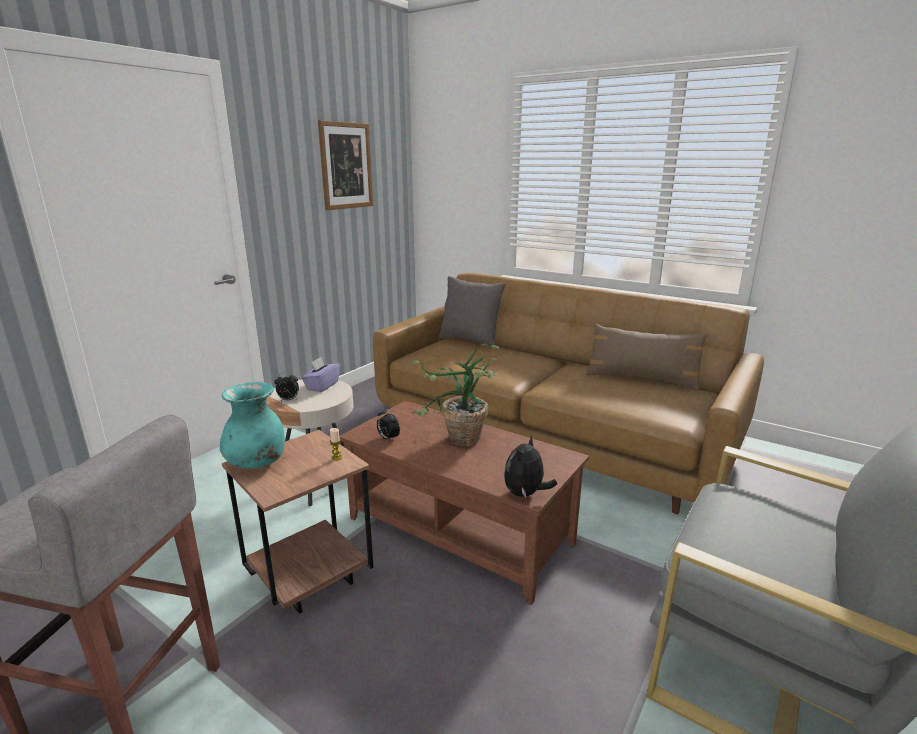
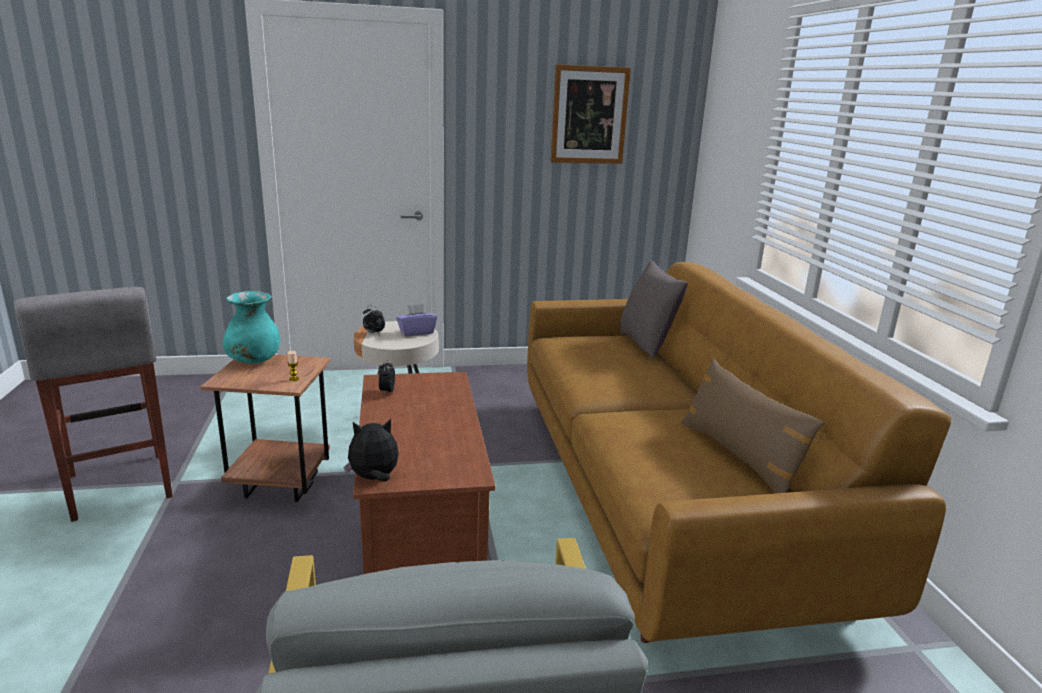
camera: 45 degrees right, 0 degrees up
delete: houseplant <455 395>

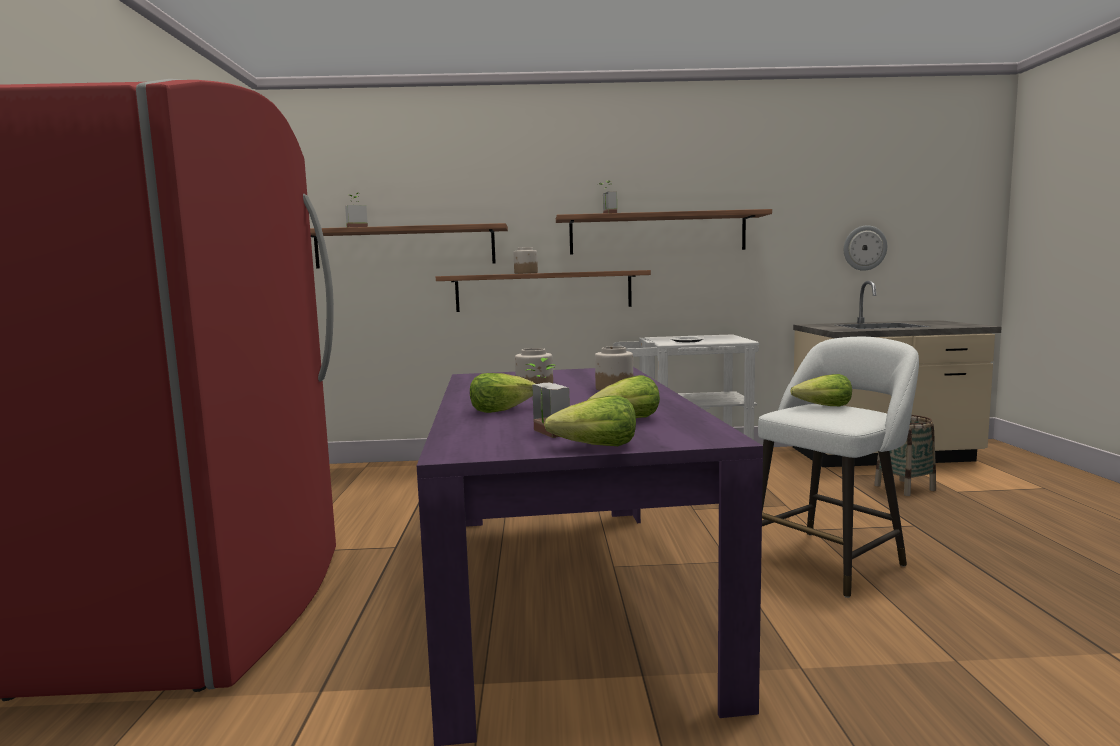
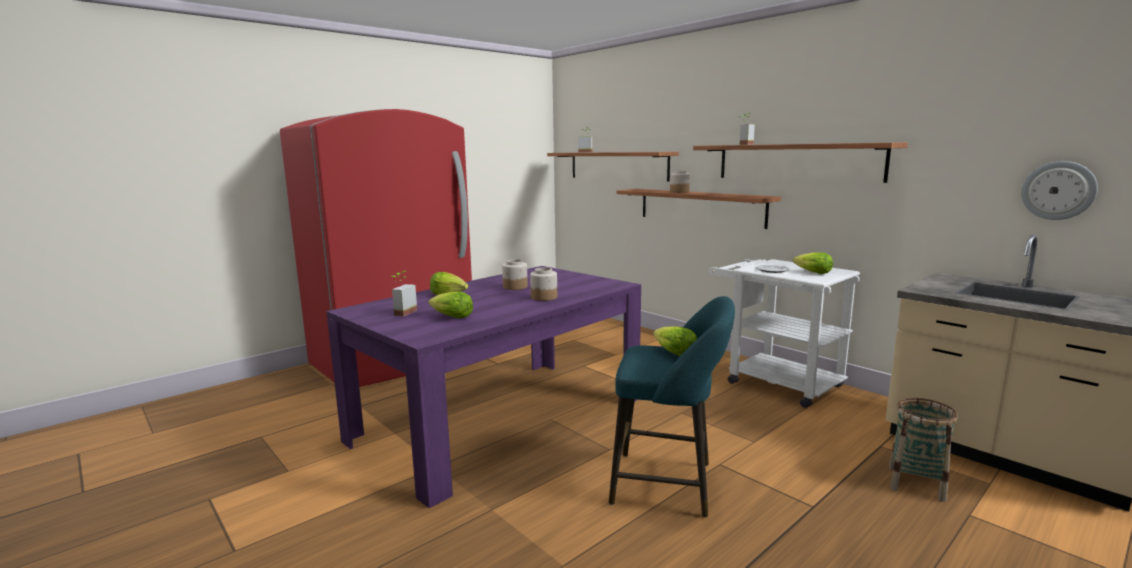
camera: 50 degrees right, 5 degrees up
move: lettuce <590 420> to <813 263>
recolor: whitish_sitting_stool <838 467> to turquoise_sitting_stool <672 407>

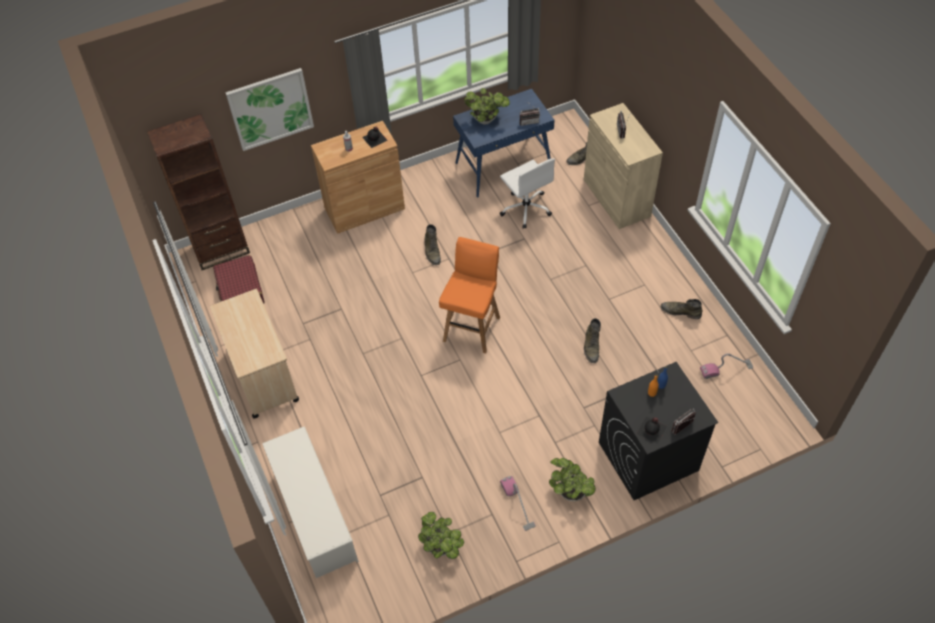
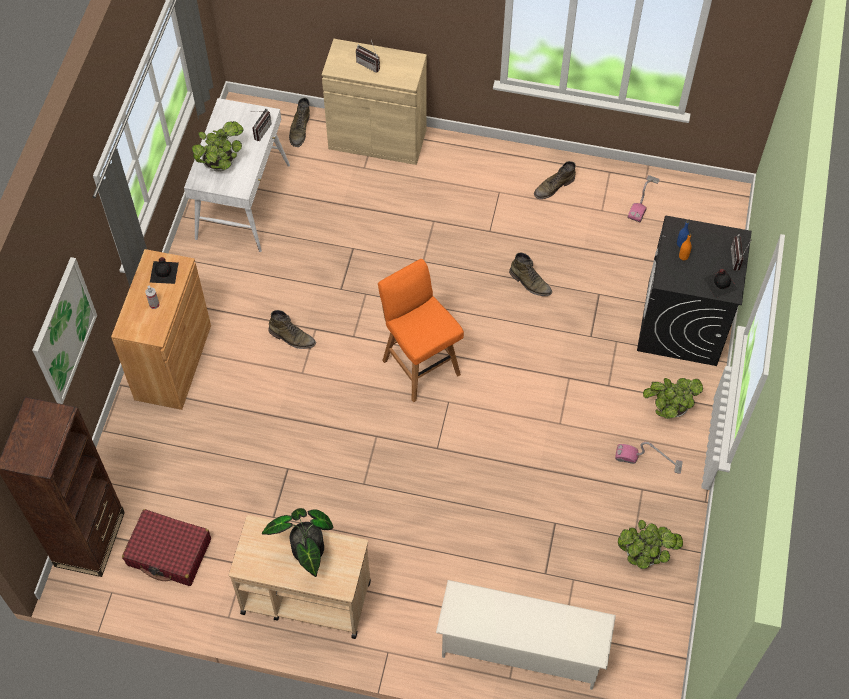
camera: 55 degrees left, 5 degrees up
delete: whitish_office_chair <527 193>
insert: houseplant <298 542>
recolor: blue-coloured_desk_table <504 143> to whitish_desk_table <237 175>

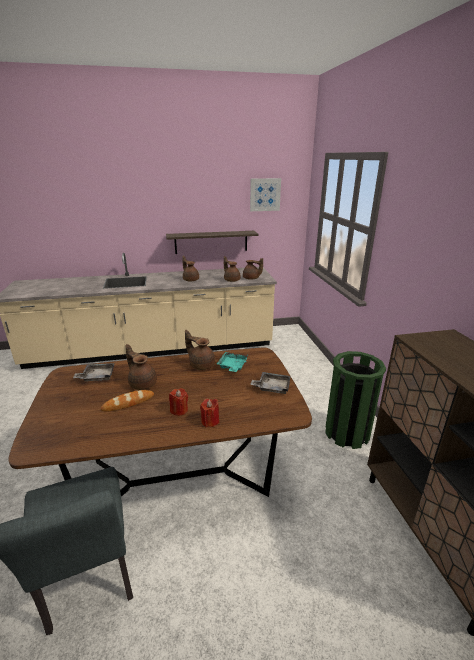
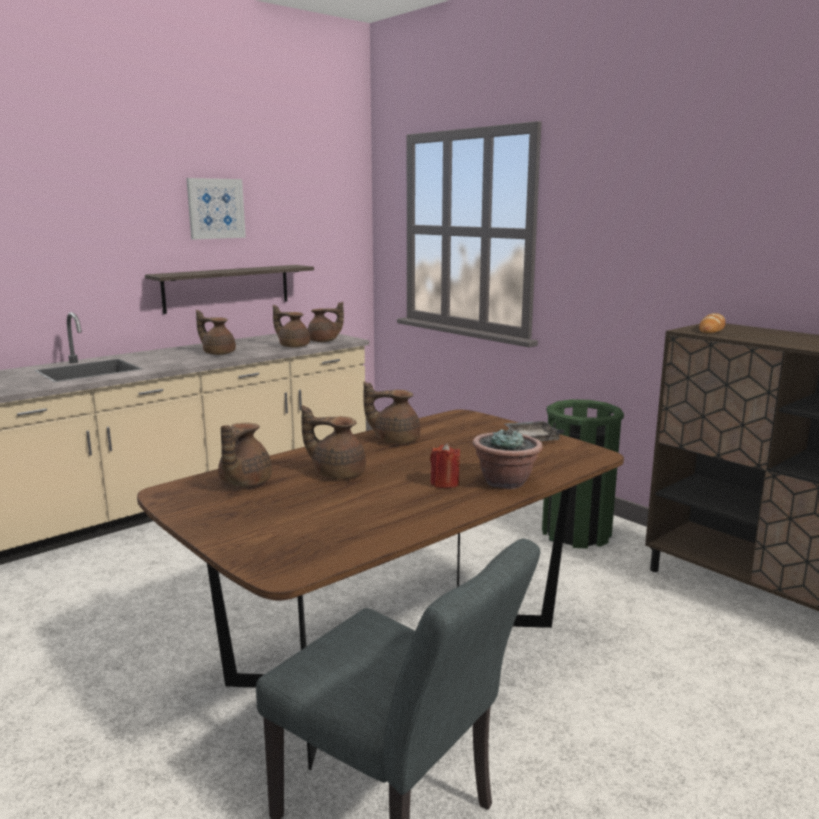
camera: 30 degrees left, 10 degrees down
delete: turquoise_serving_tray <232 362>
move: wall_picture <265 194> to <216 209>; bread <127 400> to <712 323>
replace: gray_serving_tray <94 372> to brownish_pot_for_tea <245 454>; reddish_wax_light <209 413> to houseplant <507 458>

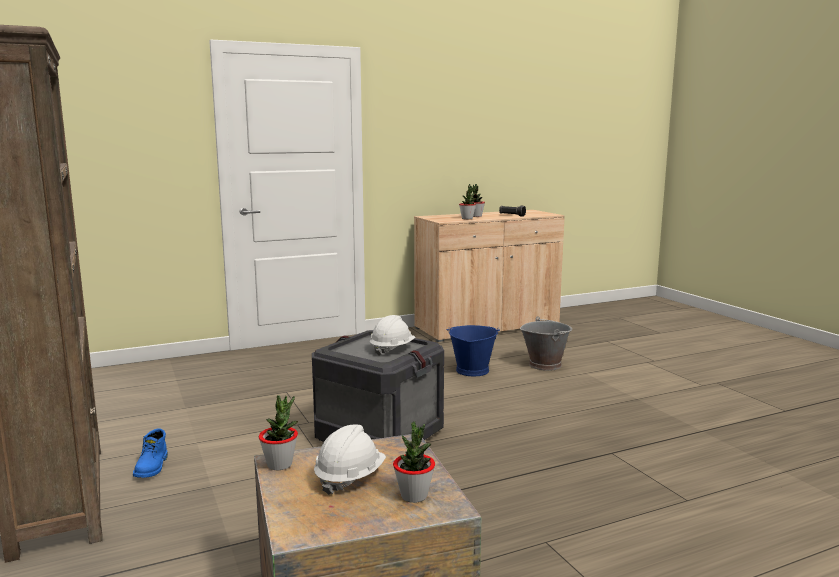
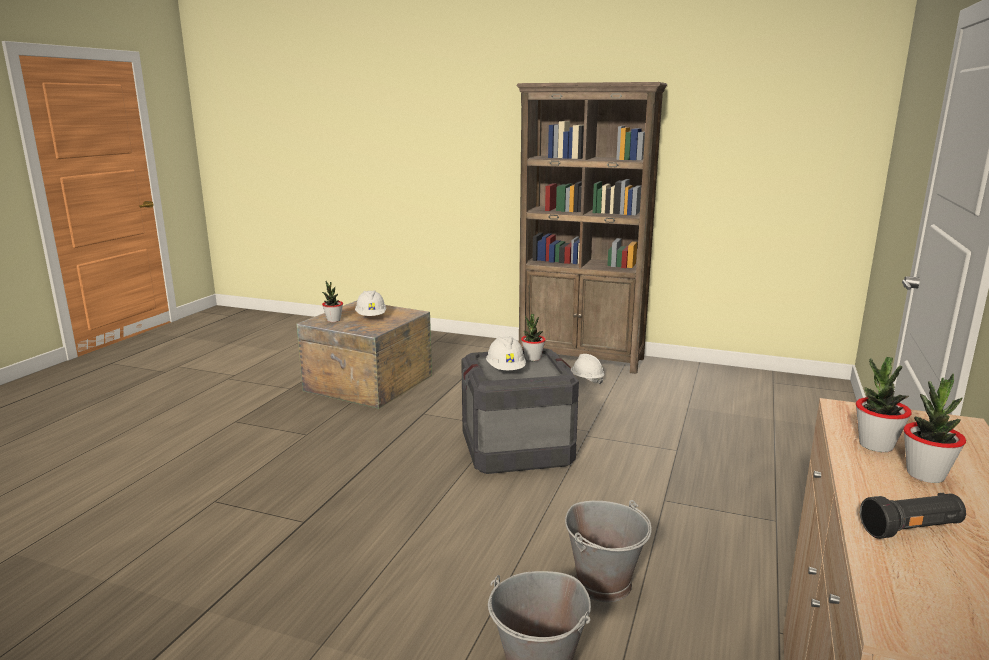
camera: 135 degrees right, 5 degrees up
move: houseplant <278 432> to <533 337>
replace: blue-coloured_boot <150 453> to whitish_safety_helmet <588 369>
recolor: blue-coloured_pail <473 350> to gray_pail <608 551>

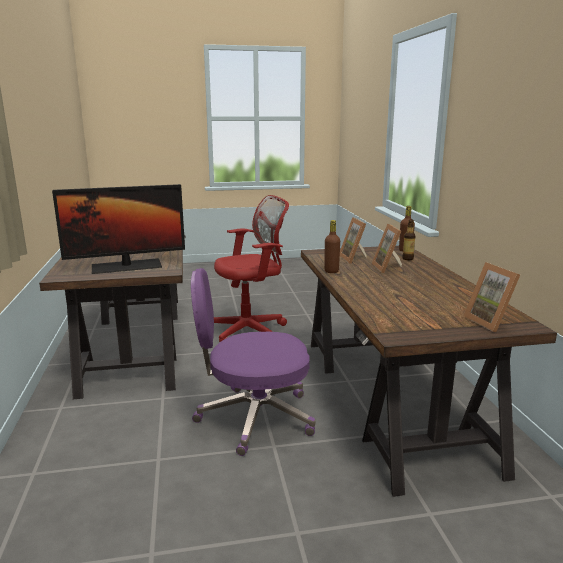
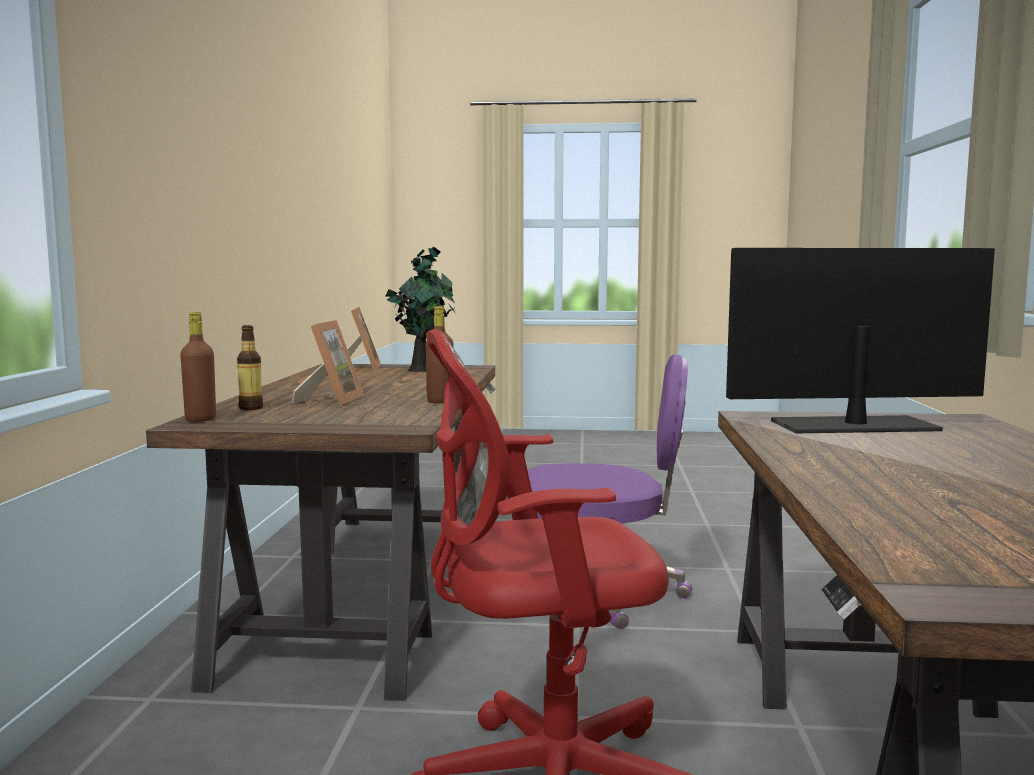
camera: 165 degrees left, 10 degrees down
delete: photo_frame <353 240>
insert: houseplant <420 309>

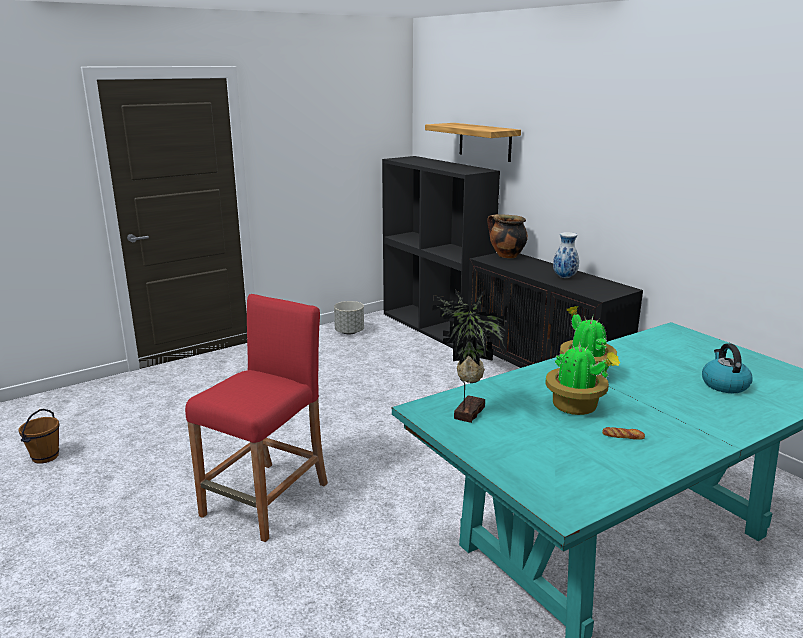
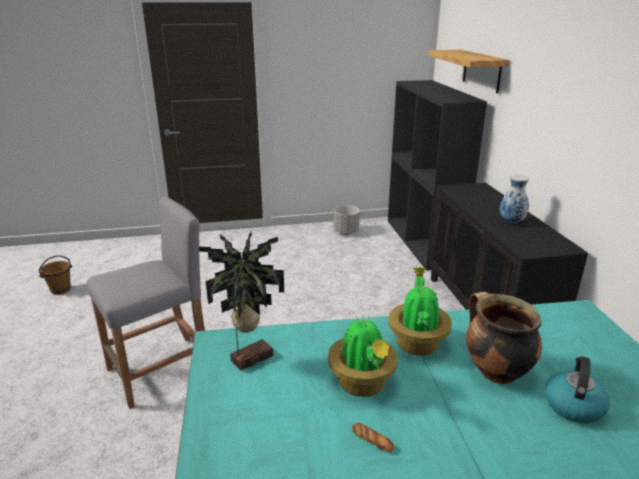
camera: 25 degrees right, 5 degrees up
move: stockpot <507 236> to <504 338>
recolor: reddish_sitting_stool <256 418> to gray_sitting_stool <145 302>

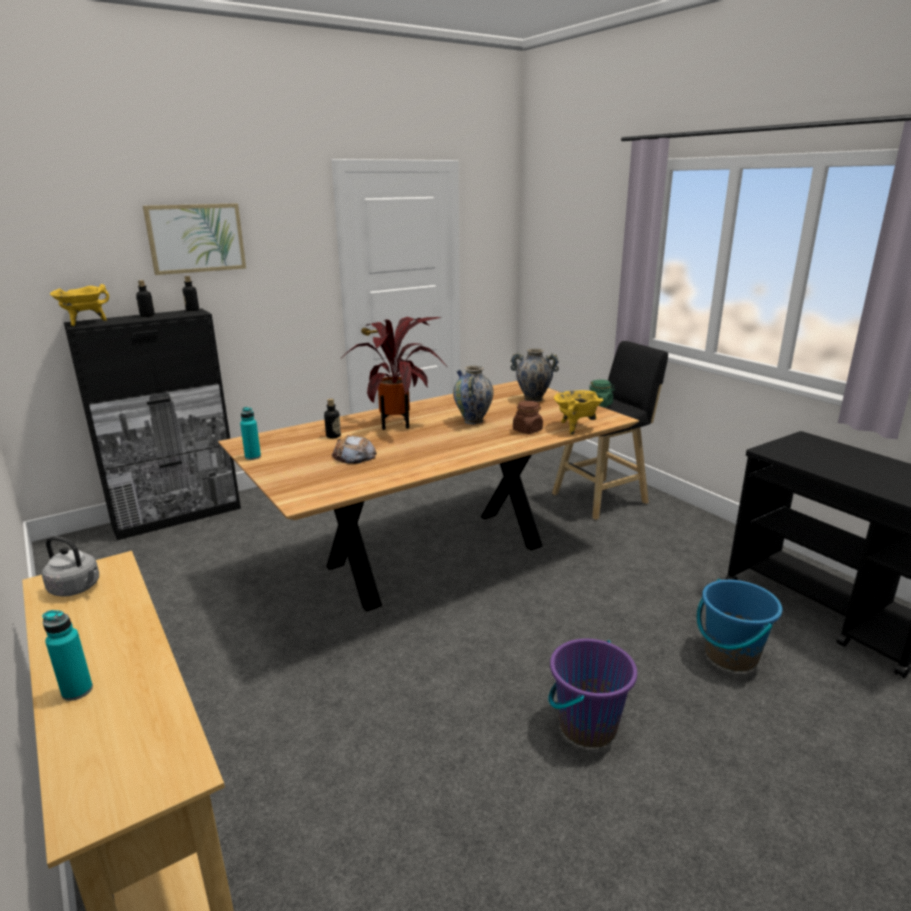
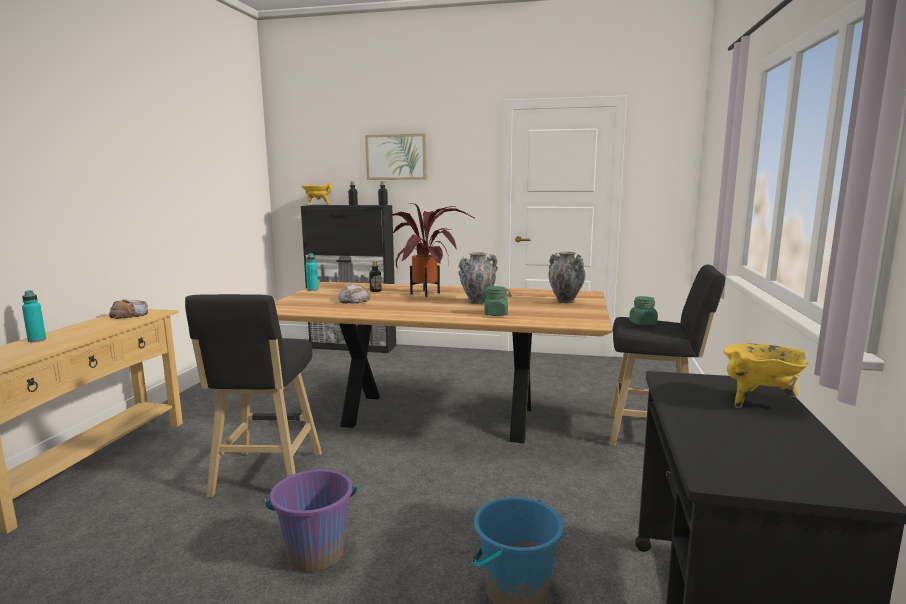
camera: 45 degrees right, 10 degrees down
insert: black_sitting_stool <253 396>
move: yellow-coloured_stockpot <578 412> to <766 375>
replace: gray_water_kettle <70 566> to bread <128 309>
recolor: brownish_jar <528 417> to greenish_jar <496 301>

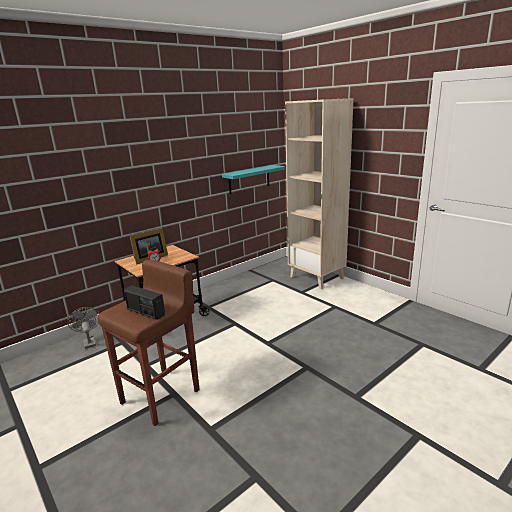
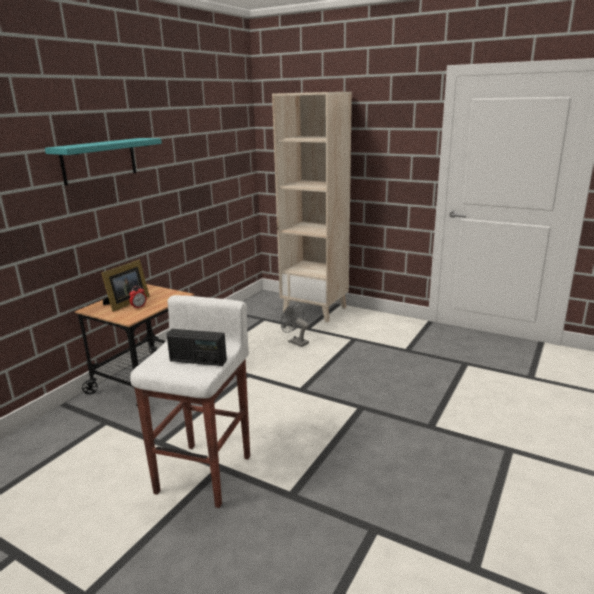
camera: 20 degrees left, 0 degrees up
move: turquoise_shelf <253 179> to <103 162>; gray_fan <84 328> to <295 325>
recolor: brownish_sitting_stool <149 343> to whitish_sitting_stool <190 401>

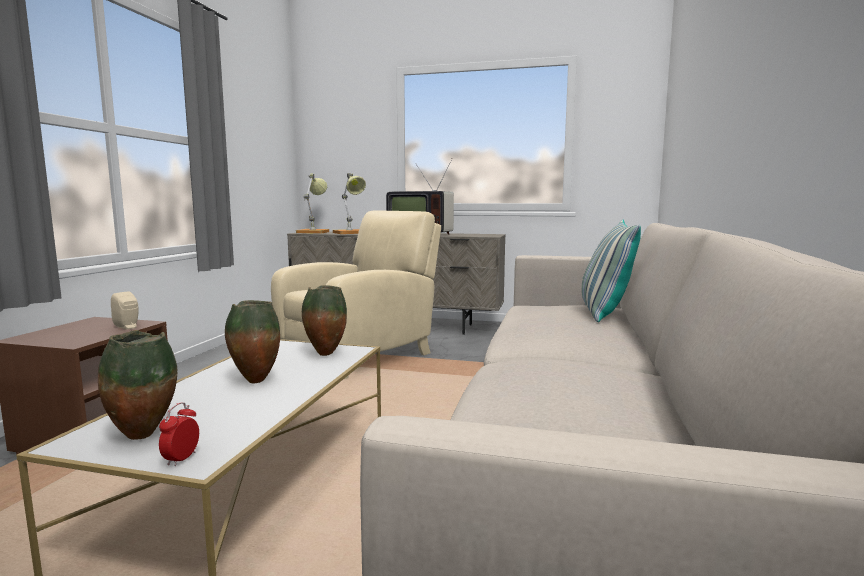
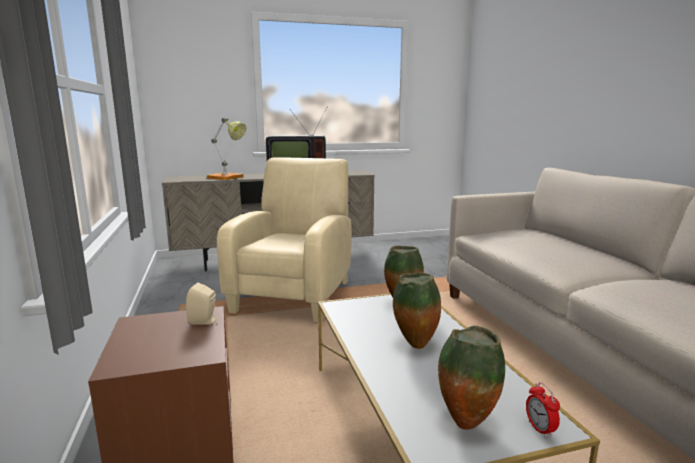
camera: 30 degrees left, 5 degrees up
delete: table_lamp <312 204>; throw_pillow <611 271>

